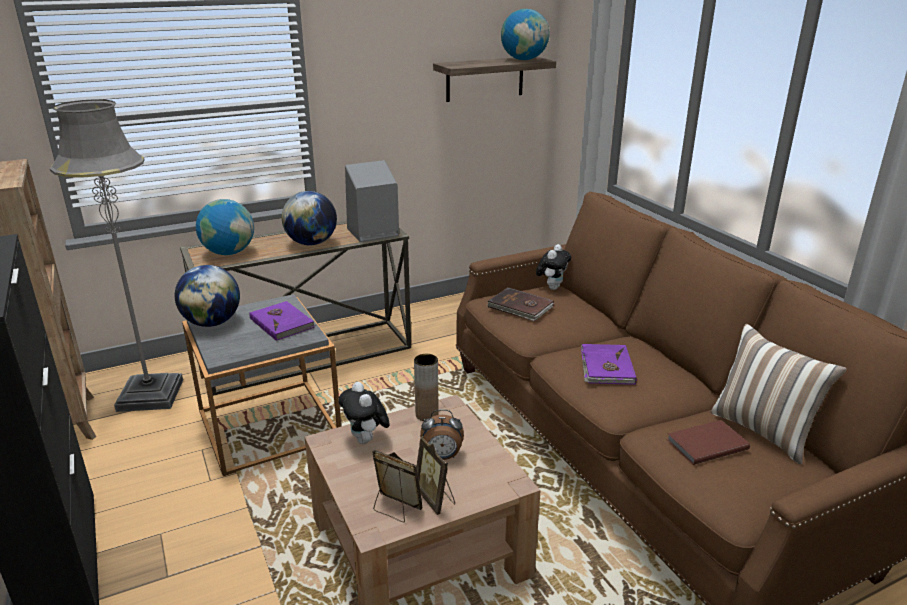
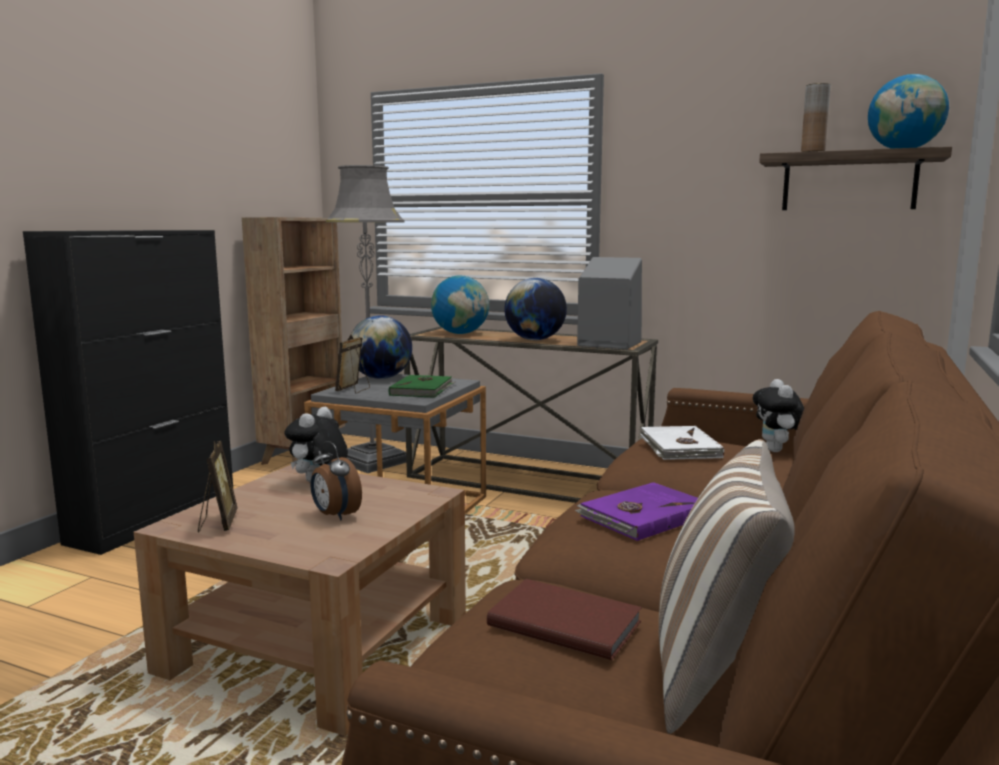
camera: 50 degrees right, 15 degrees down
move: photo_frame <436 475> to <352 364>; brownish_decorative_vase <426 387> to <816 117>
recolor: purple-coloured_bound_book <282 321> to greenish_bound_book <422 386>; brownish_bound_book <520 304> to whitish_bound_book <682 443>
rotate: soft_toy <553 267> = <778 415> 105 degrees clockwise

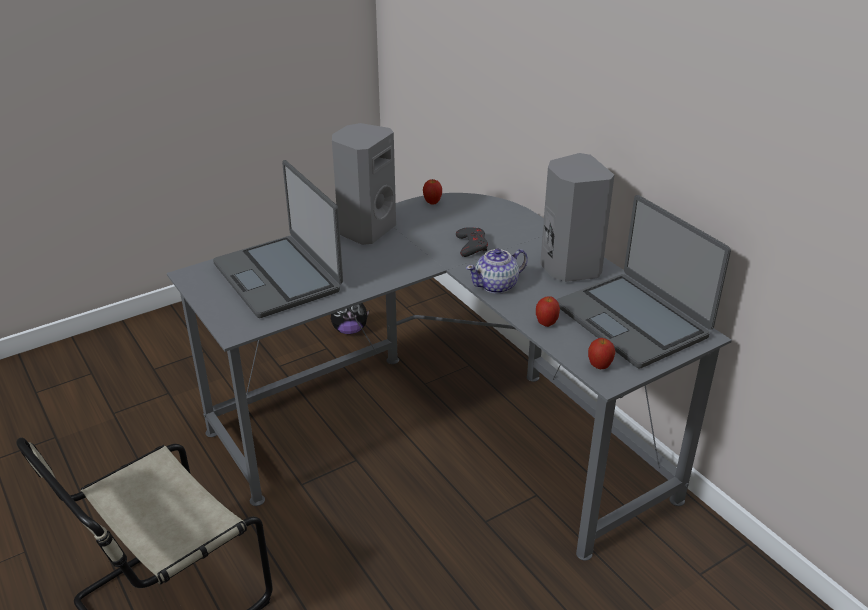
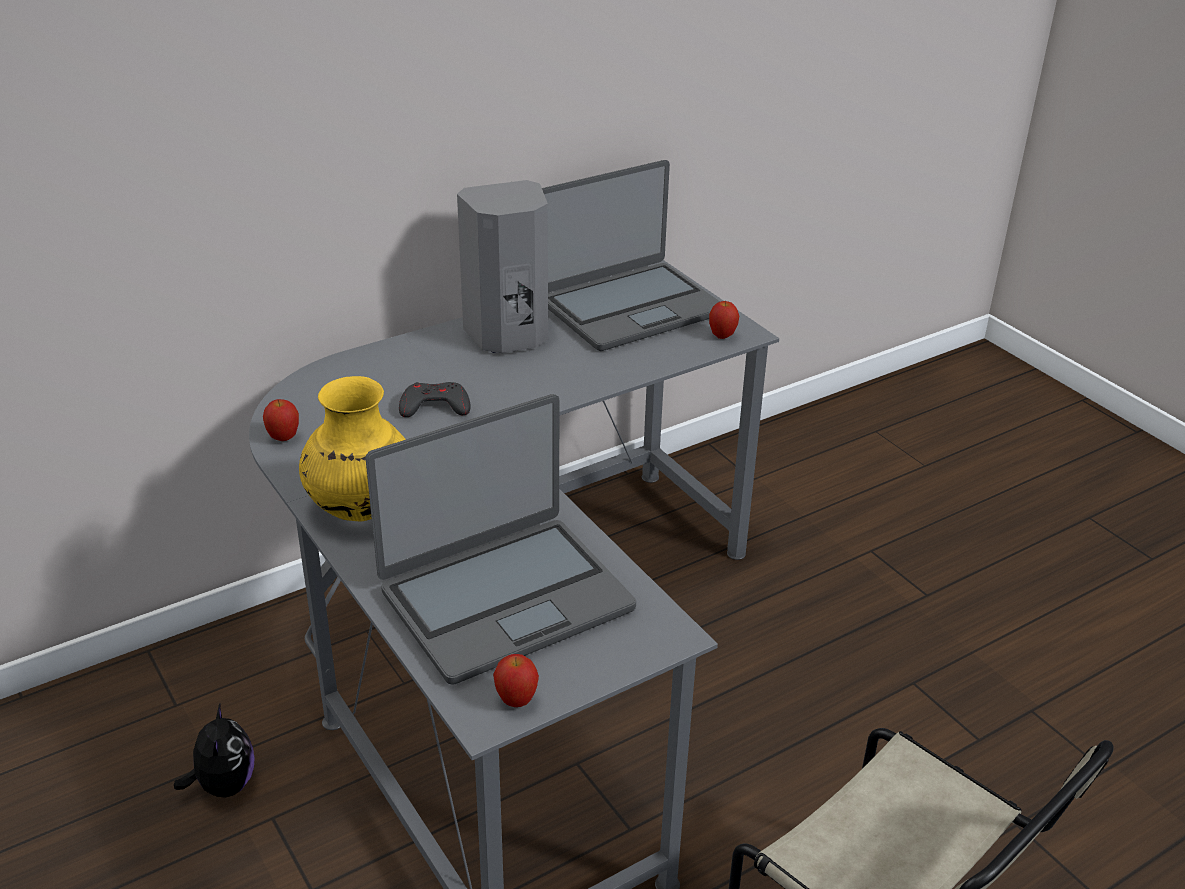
camera: 90 degrees left, 0 degrees up
delete: pot_for_tea <497 271>
move: apple_fruit <548 311> to <516 680>
replace: gray_audio_speaker <364 184> to yellow-coloured_decorative_vase <352 449>

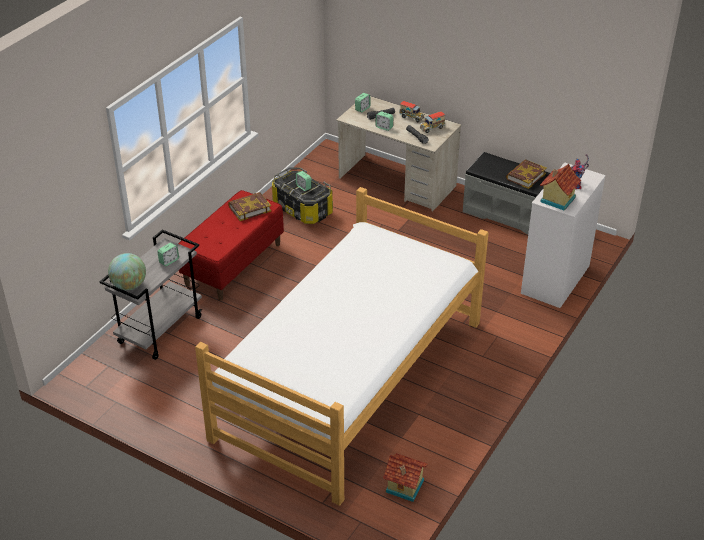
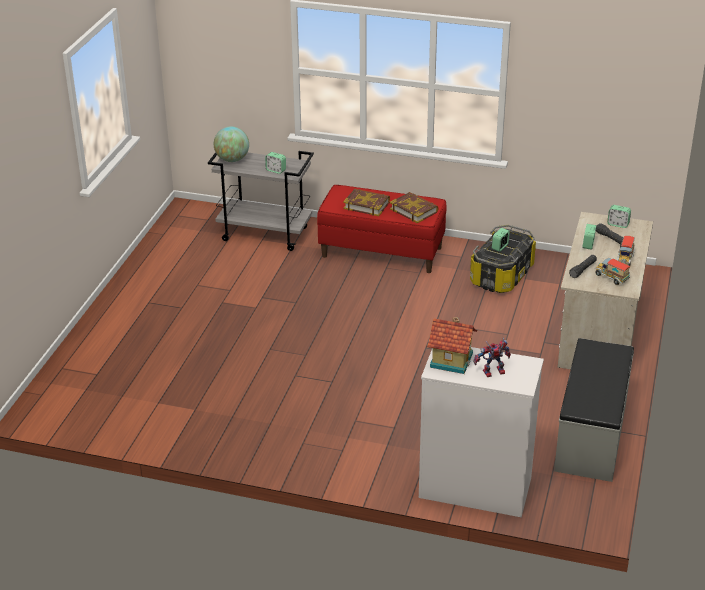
camera: 75 degrees right, 5 degrees down
delete: bedroom_bed <342 346>; miniature_house <405 477>
move: bound_book <526 174> to <366 202>

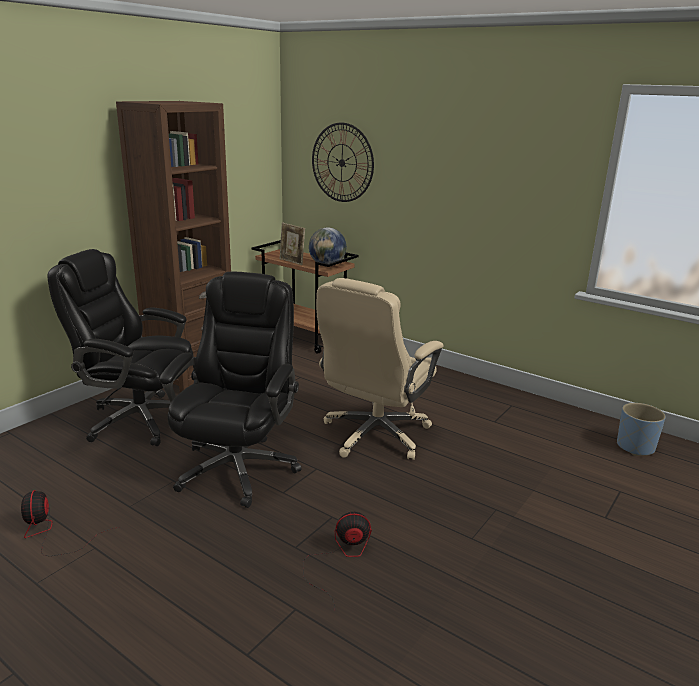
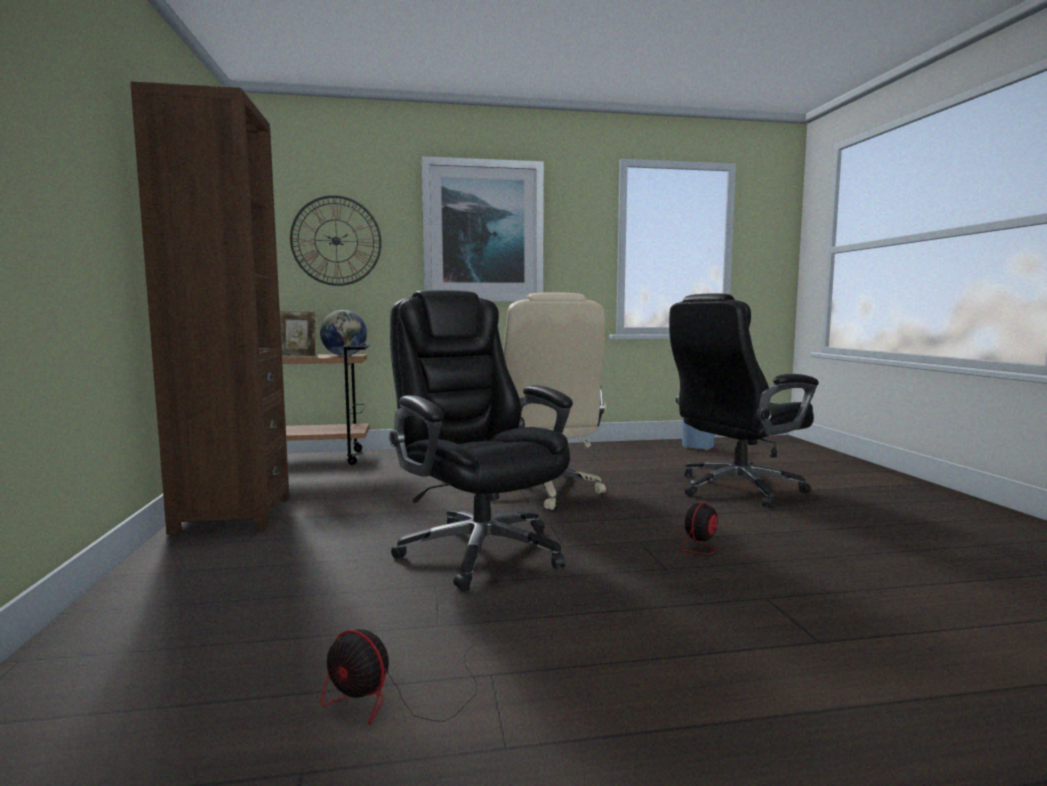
camera: 45 degrees left, 15 degrees down
insert: wall_picture <482 229>
move: black_office_chair <120 347> to <744 400>

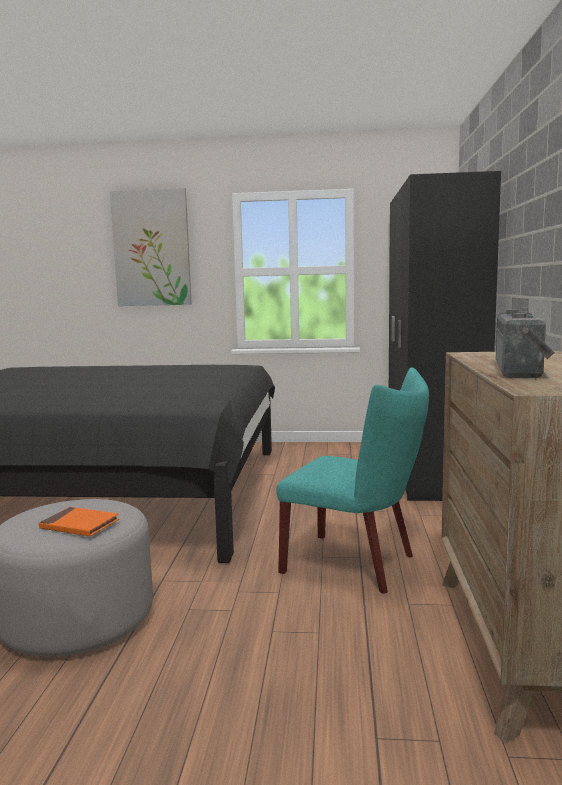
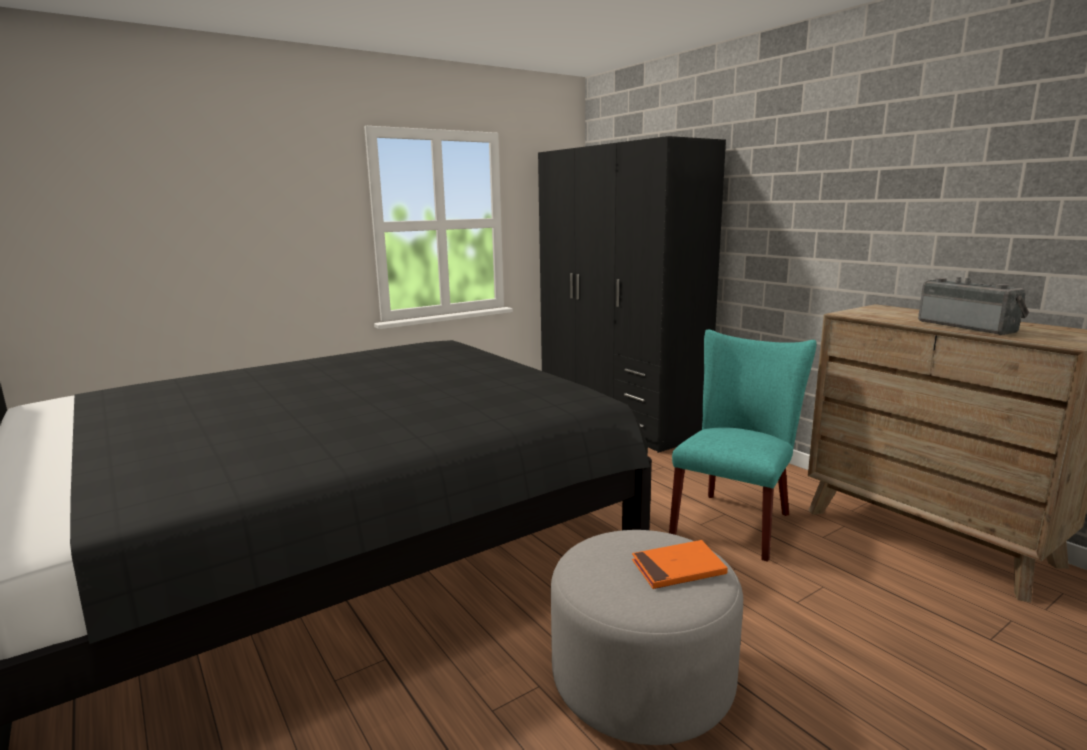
camera: 40 degrees left, 5 degrees up
delete: wall_picture <151 247>
rotate: turquoise_plain_chair <352 480> = <742 445> 45 degrees counterclockwise

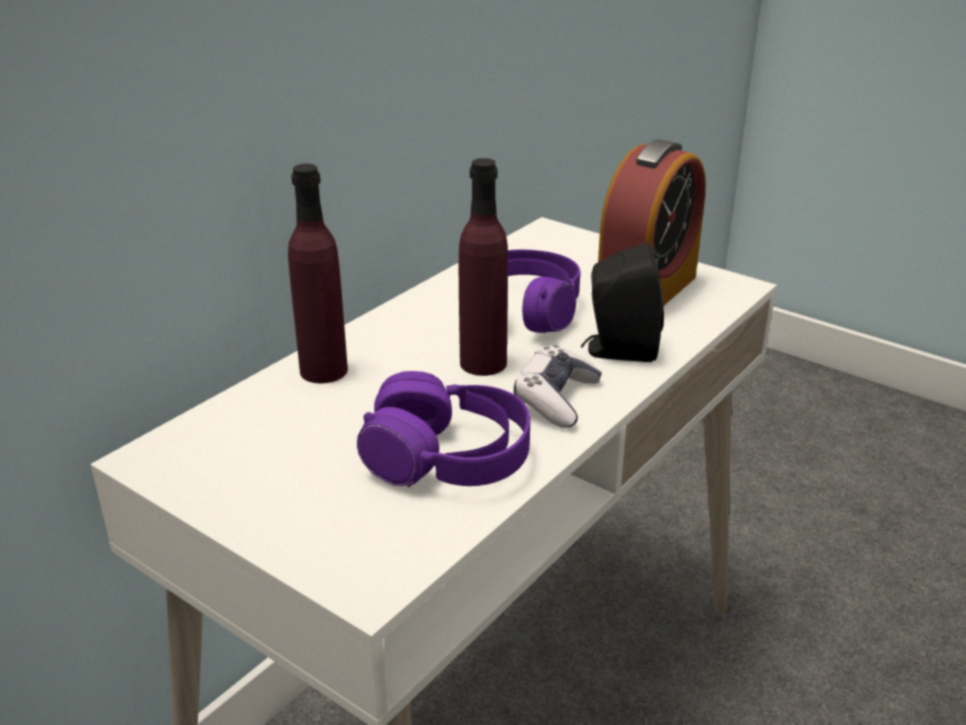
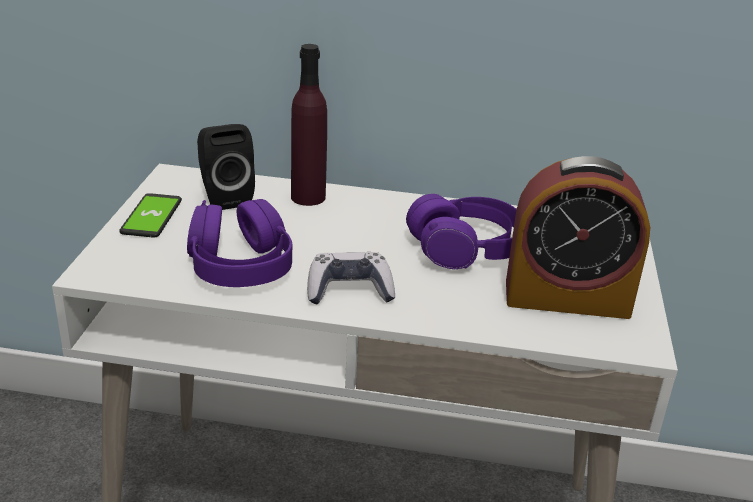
camera: 60 degrees right, 0 degrees up
delete: purple-coloured_beverage_bottle <483 267>
insert: handset <150 215>
move: black_audio_speaker <622 302> to <226 167>

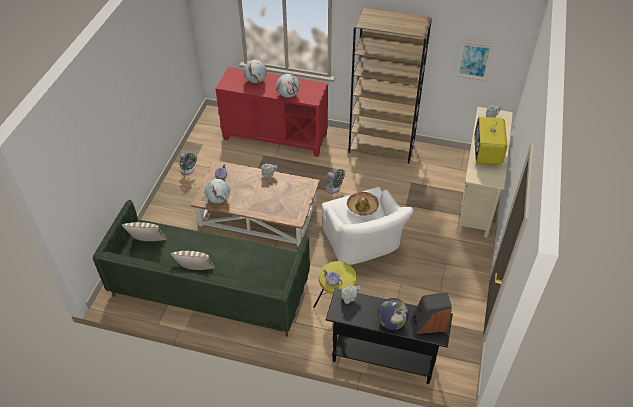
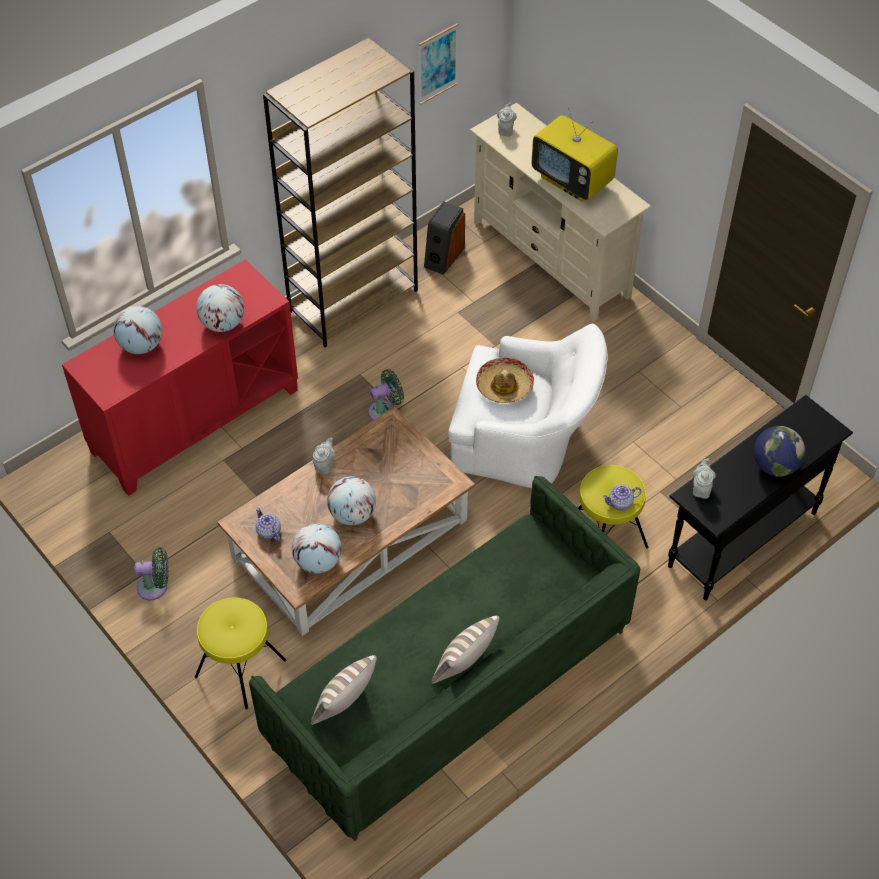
camera: 55 degrees left, 5 degrees up
insert: yellow-coloured_sitting_stool <241 654>; globe <351 500>
move: audio_speaker <431 313> to <444 238>

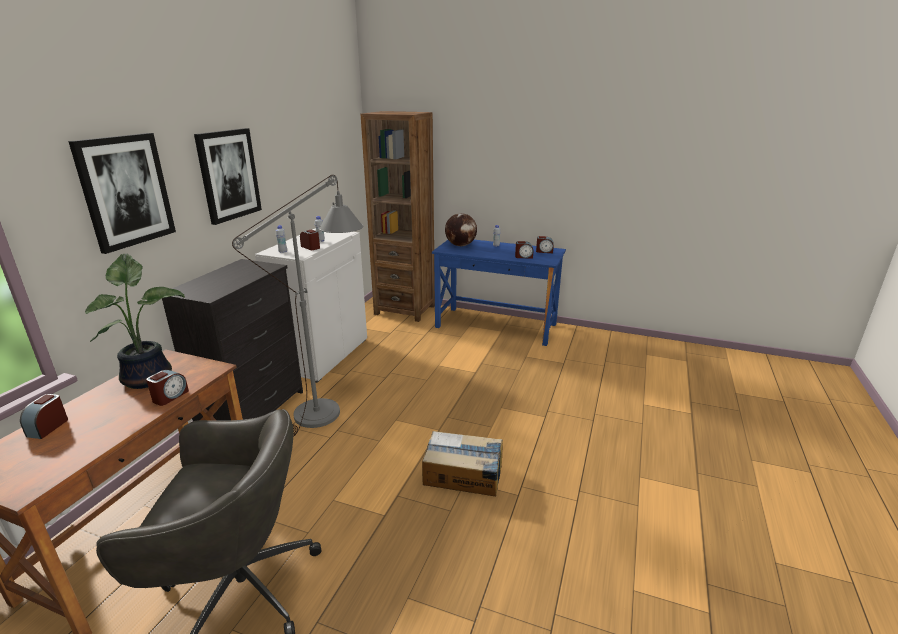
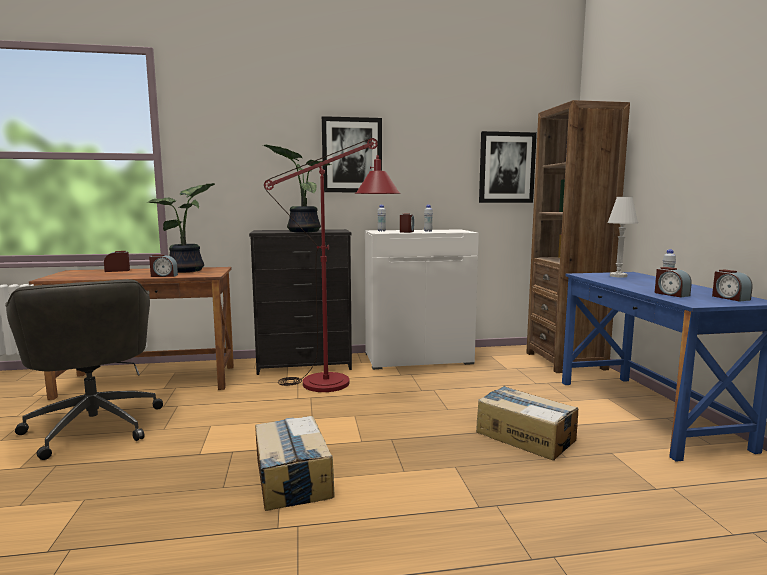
camera: 60 degrees right, 15 degrees down
insert: houseplant <297 188>; cardboard_box <527 423>
move: wall_picture <122 193> to <508 167>
replace: globe <461 229> to whitish_table_lamp <623 237>
recolor: gray_floor_lamp <297 306> to reddish_floor_lamp <332 265>

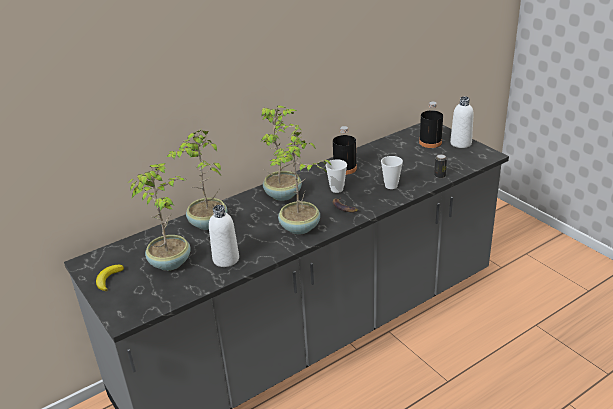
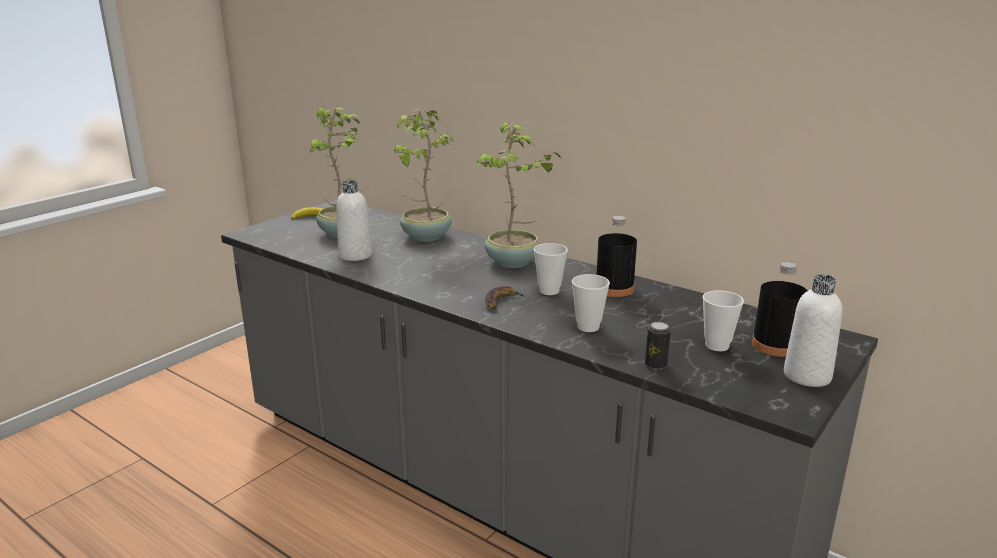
camera: 70 degrees right, 10 degrees down
delete: houseplant <300 182>
insert: drinking_cup <723 320>

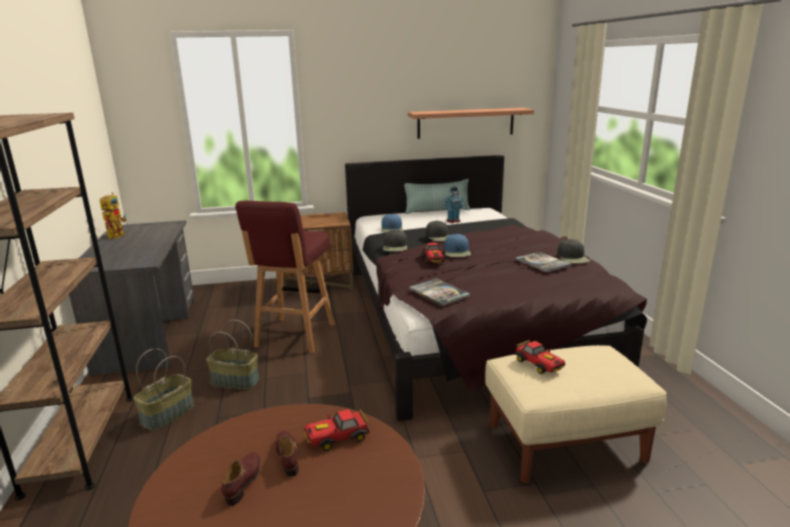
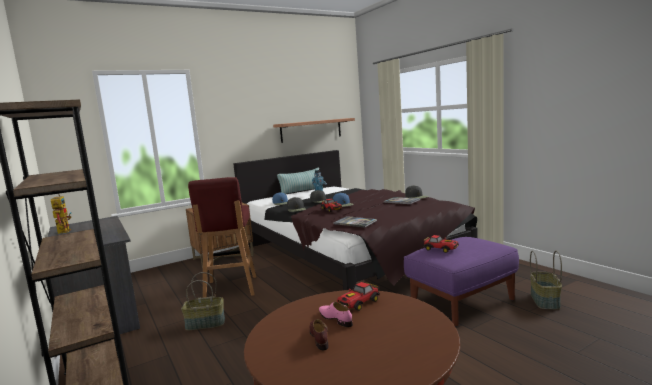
camera: 20 degrees left, 10 degrees down
move: household_basket <163 390> to <546 280>
recolor: brownish_item_of_footwear <287 453> to pink-coloured_item_of_footwear <336 314>; beige-coloured_ottoman <576 414> to purple-coloured_ottoman <461 281>

